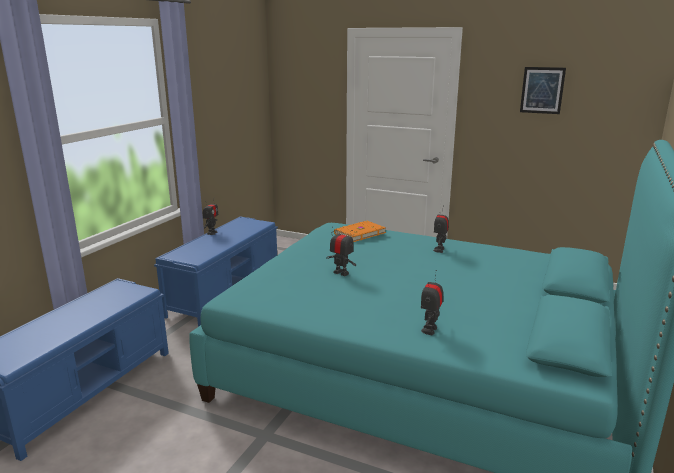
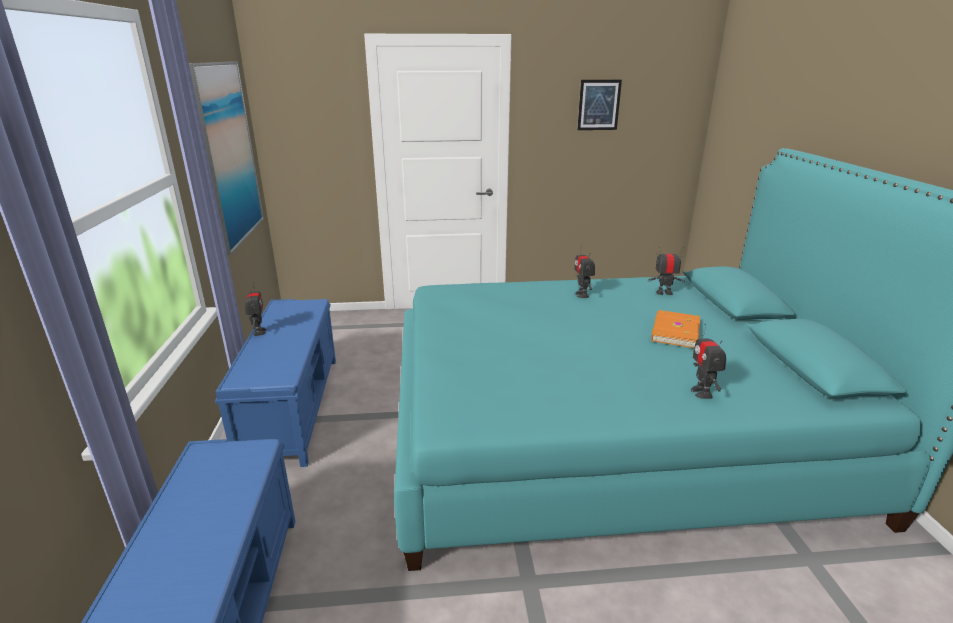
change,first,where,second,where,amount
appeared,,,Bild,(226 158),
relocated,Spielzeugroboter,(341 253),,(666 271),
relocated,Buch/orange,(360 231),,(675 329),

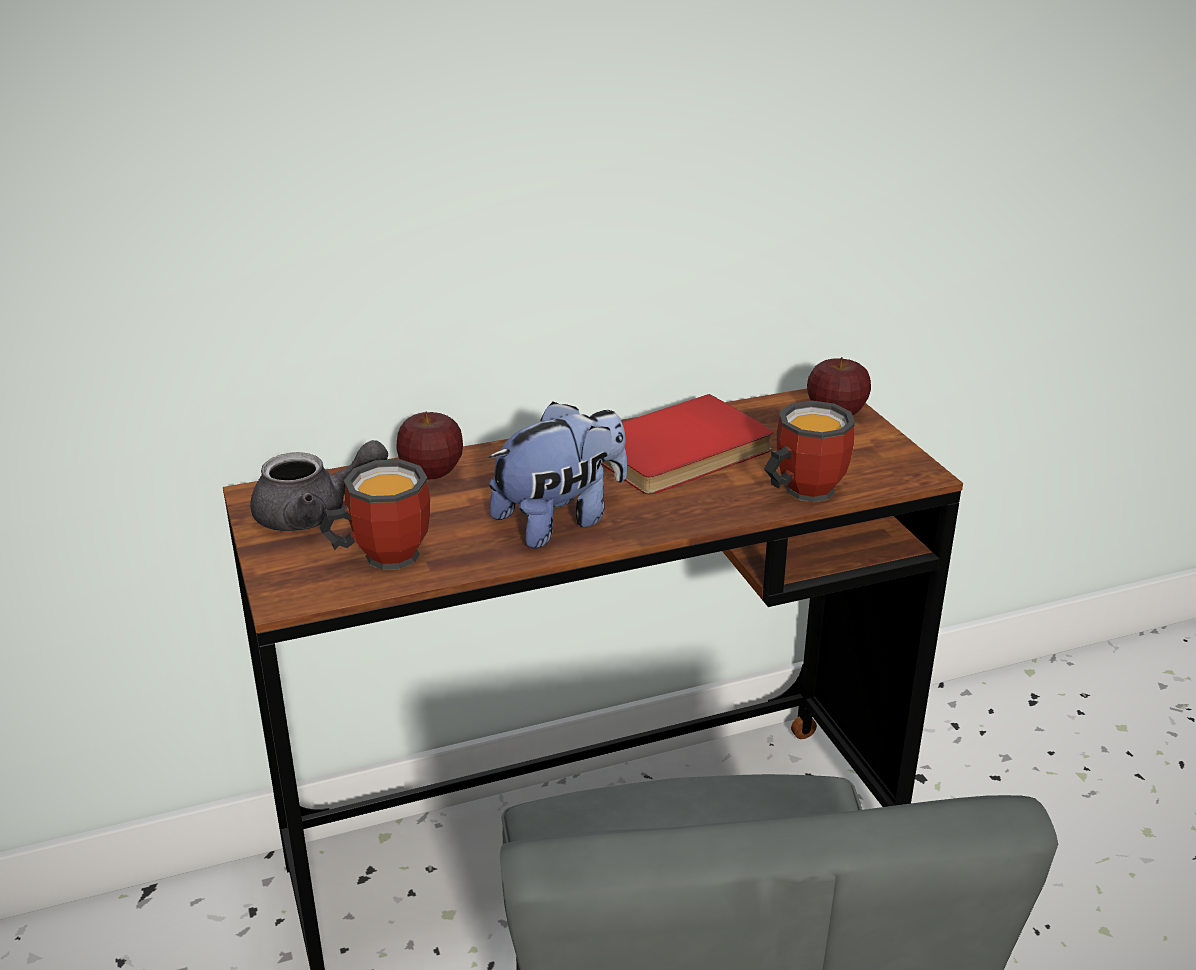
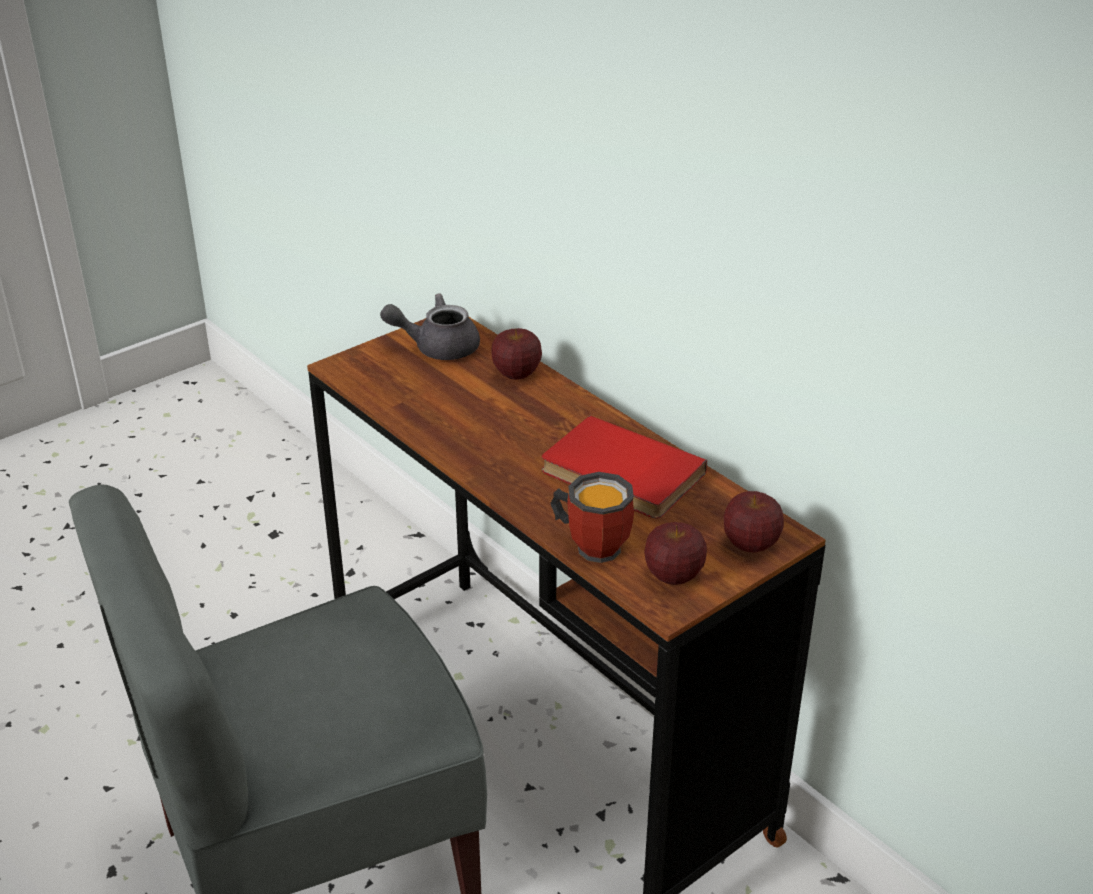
change,first,where,second,where,amount
spun,Teekanne/grau,(319 485),,(430 326),120 degrees clockwise
appeared,,,Apfel,(675 553),
missing,Henkelbecher,(375 514),,,
missing,Plüschtier,(557 474),,,

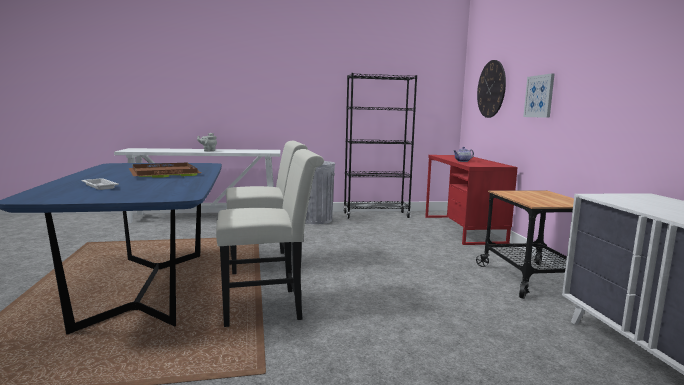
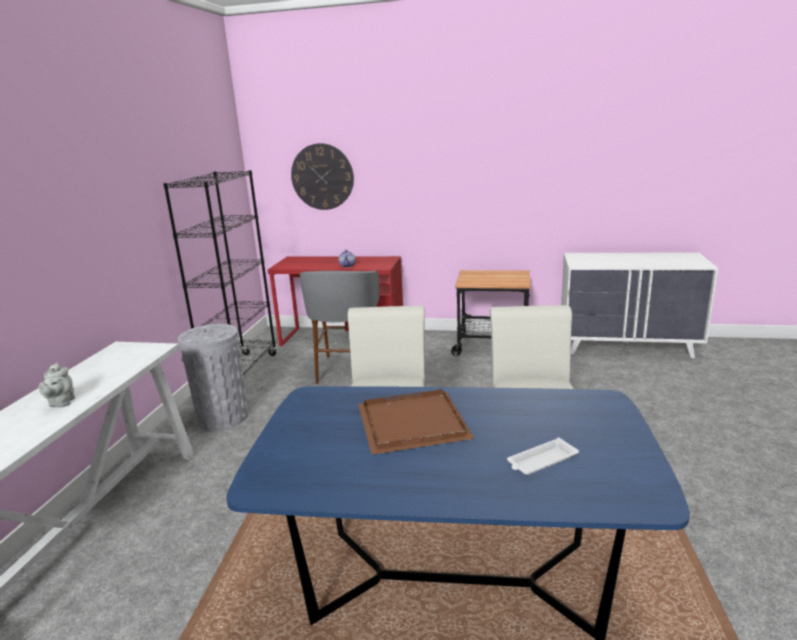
change,first,where,second,where,amount
appeared,,,Hocker/grau,(339 327),
missing,Bild,(538 95),,,

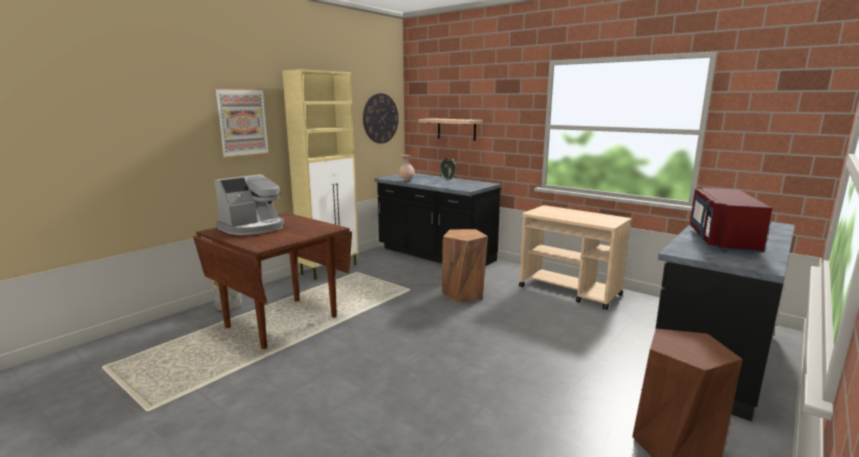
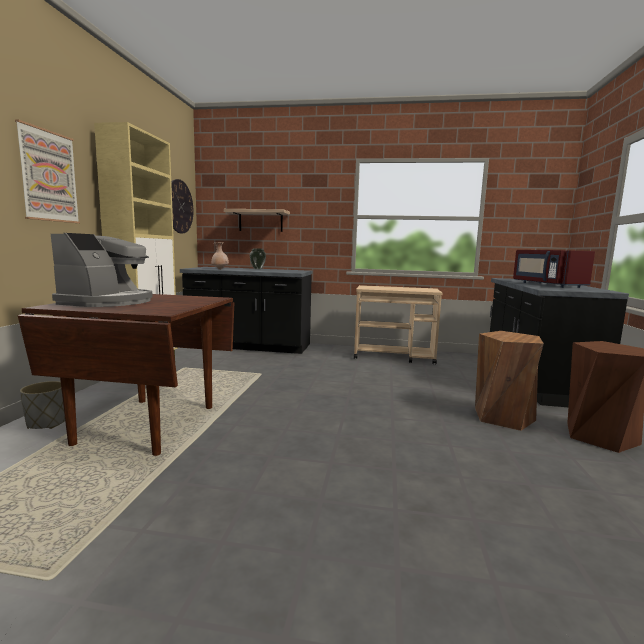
change,first,where,second,where,amount
relocated,Hocker/braun,(465 265),,(509 381),

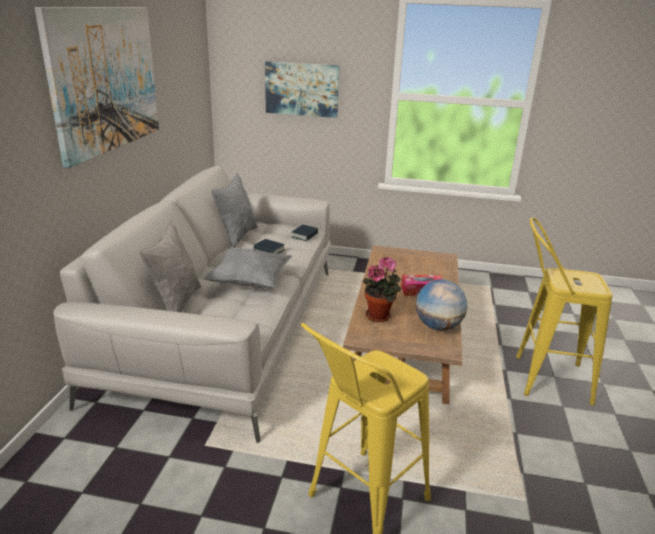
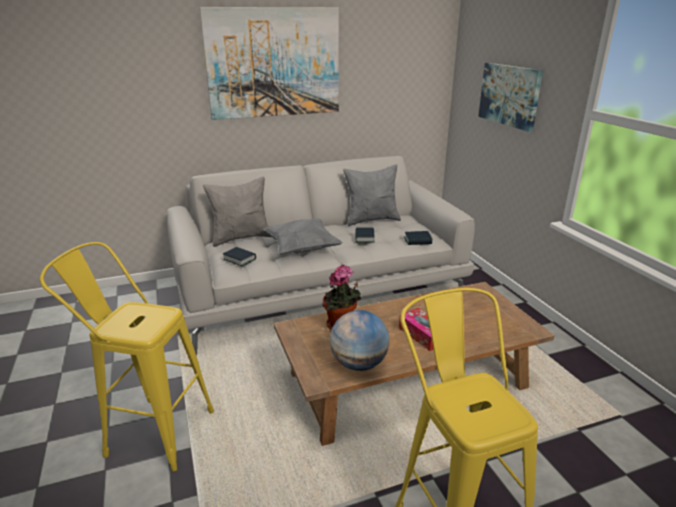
change,first,where,second,where,amount
appeared,,,Buch,(239 256),

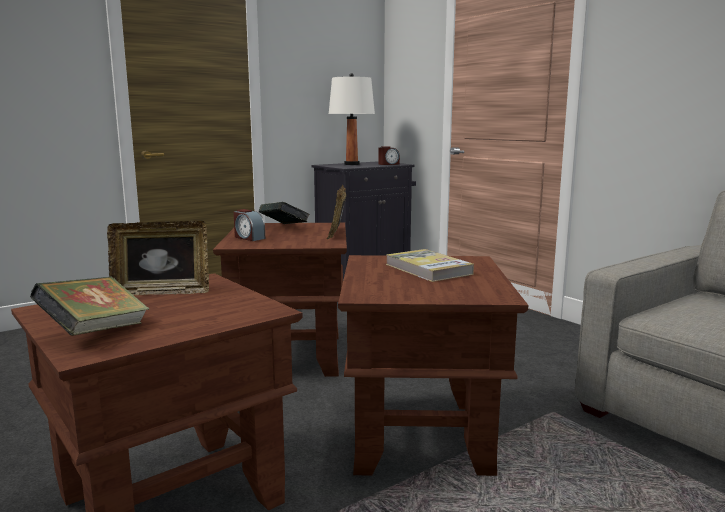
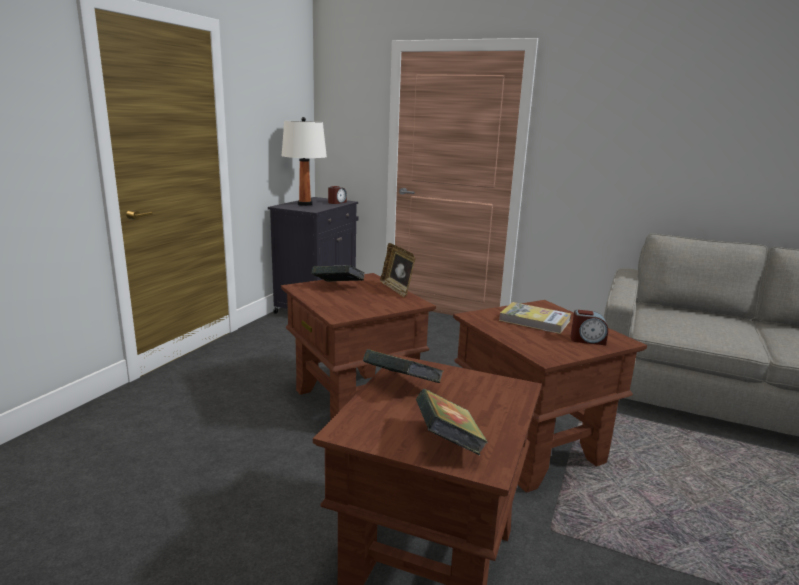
change,first,where,second,where,amount
exchanged,Bilderrahmen,(158 258),Buch,(403 366),
relocated,Wecker,(249 225),,(589 327),

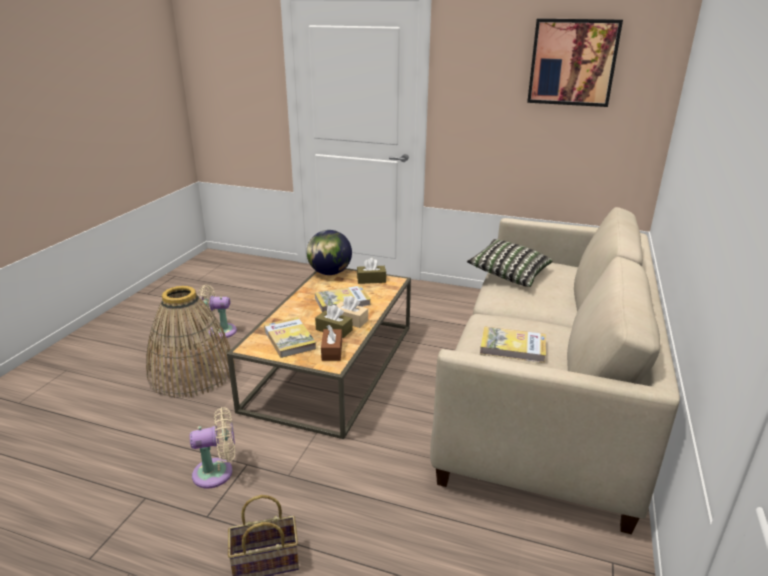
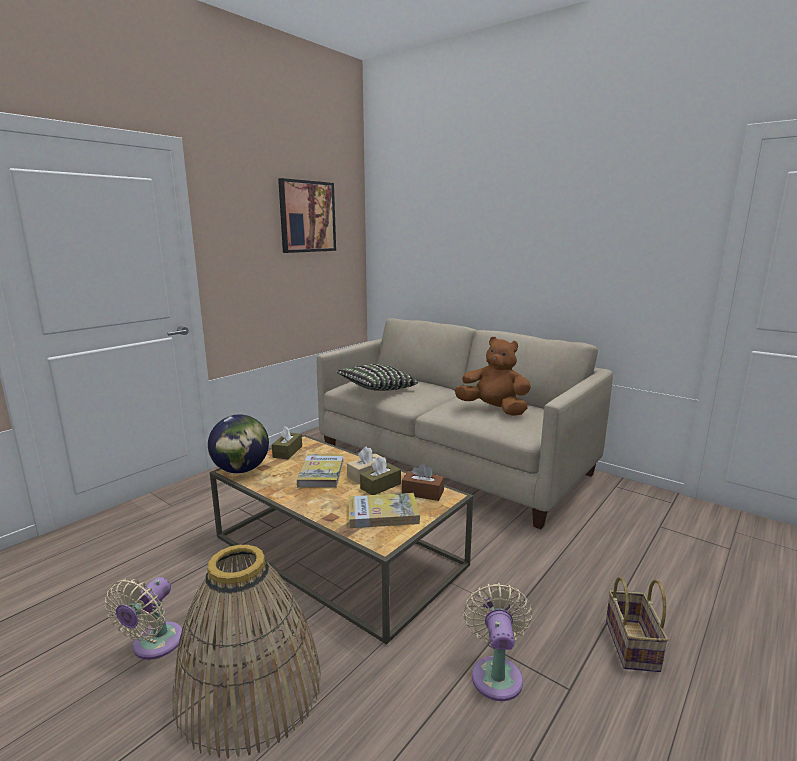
change,first,where,second,where,amount
exchanged,Buch,(513 345),Plüschtier/braun,(493 376),

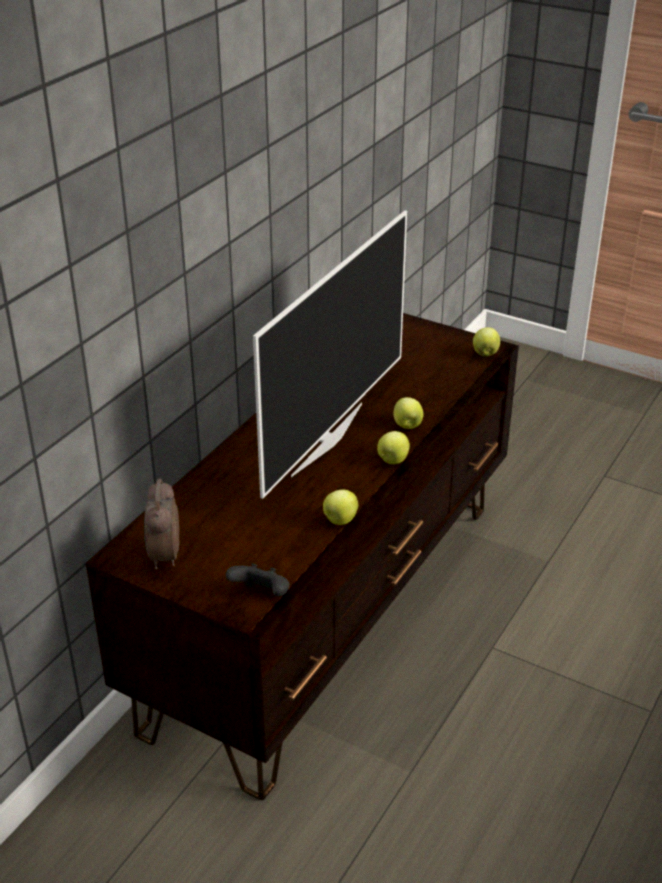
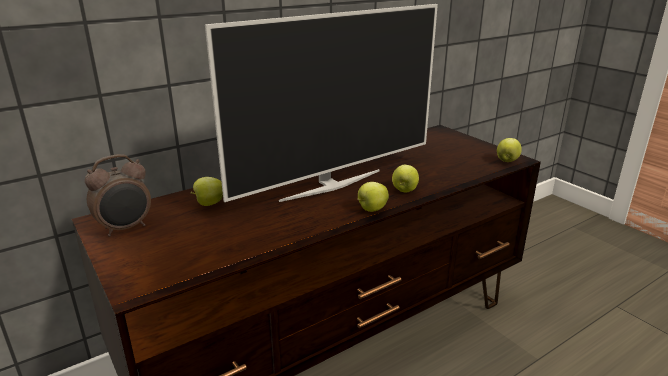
change,first,where,second,where,amount
spun,Wecker,(161 523),,(118 195),150 degrees counterclockwise
relocated,Apfel,(341 507),,(207 191),
missing,Gamepad/schwarz,(258 579),,,

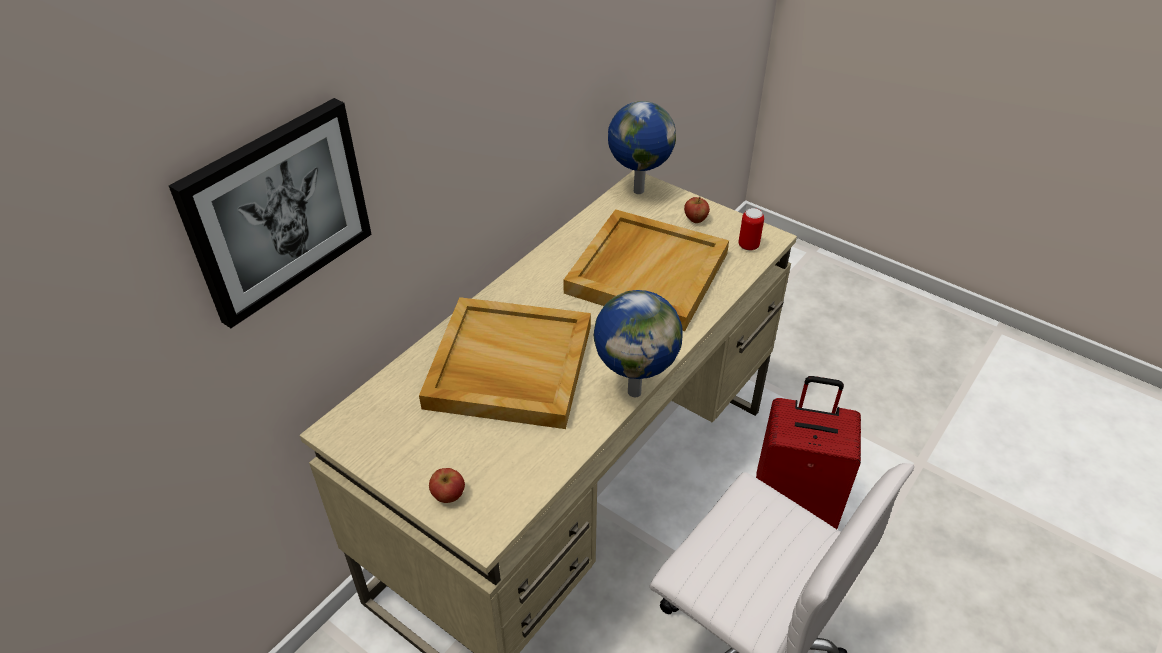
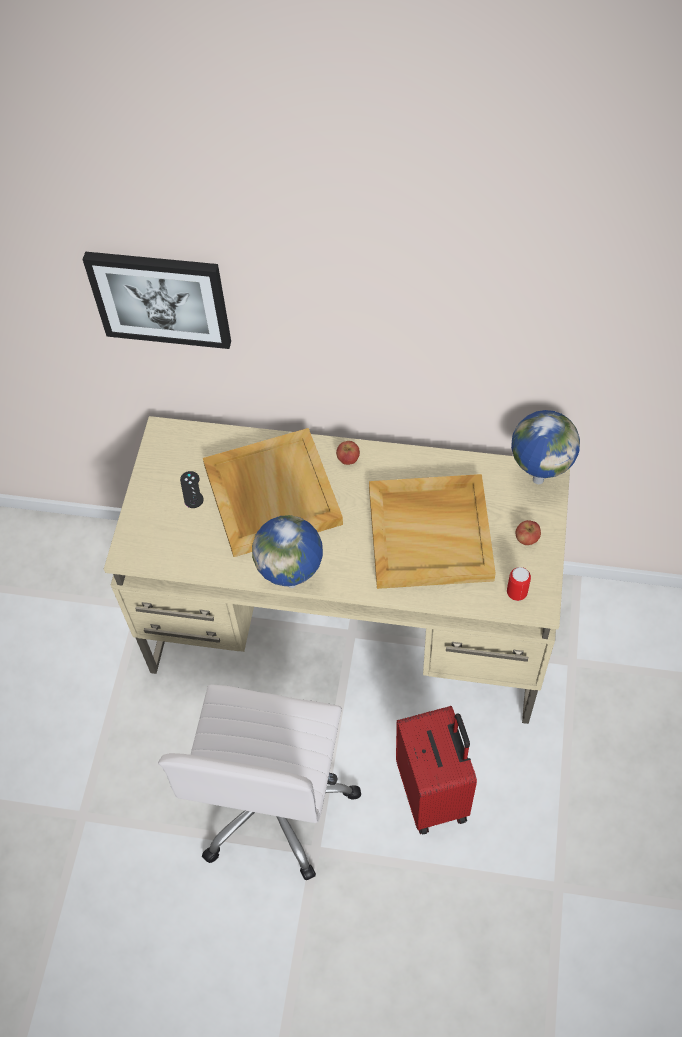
change,first,where,second,where,amount
appeared,,,Gamepad/schwarz,(192 489),
relocated,Apfel,(447 485),,(348 453),

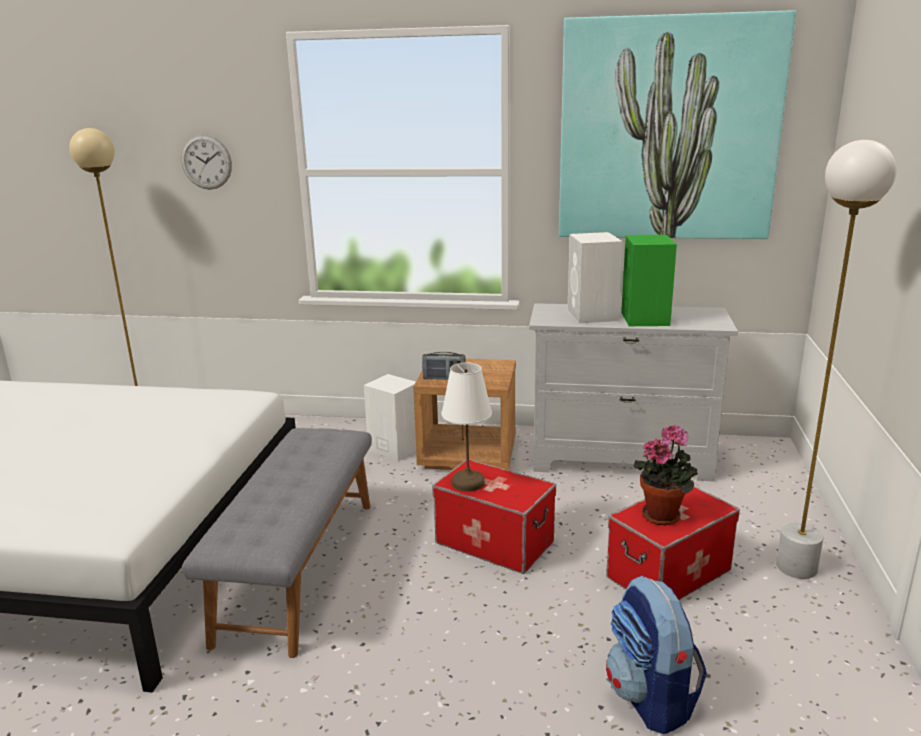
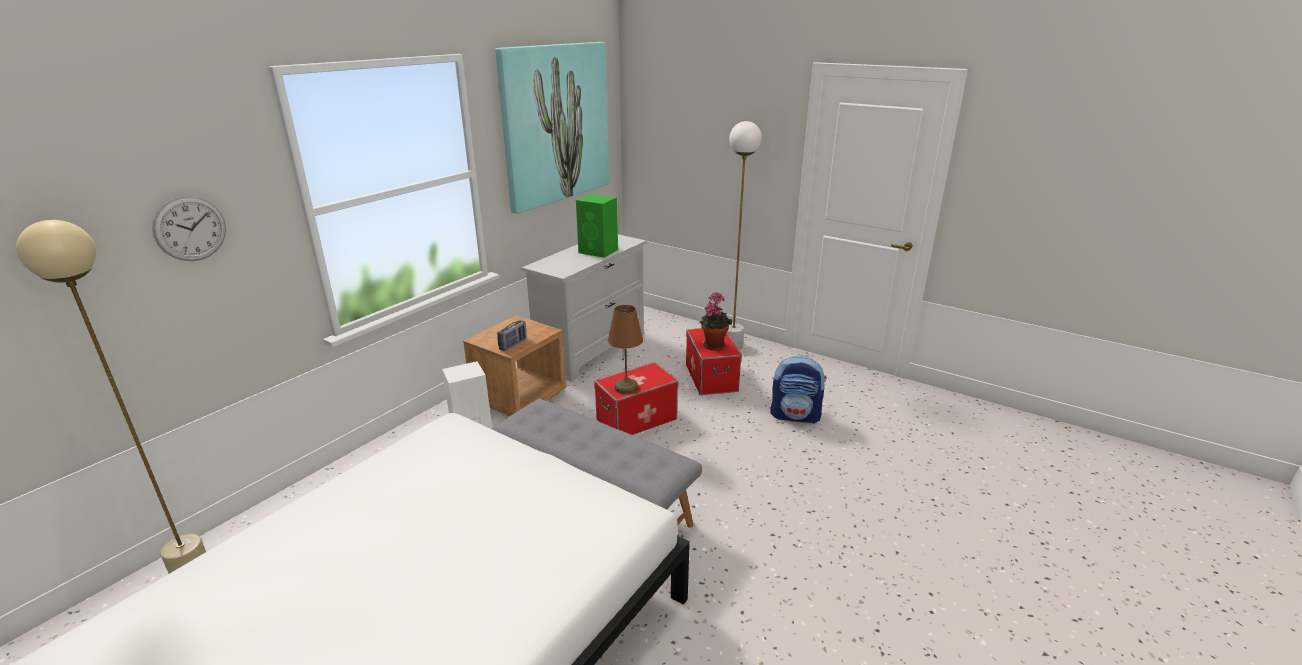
change,first,where,second,where,amount
colour,Tischlampe/weiß,(467 427),Tischlampe/braun,(625 349),
missing,Lautsprecher/weiß,(595 277),,,

